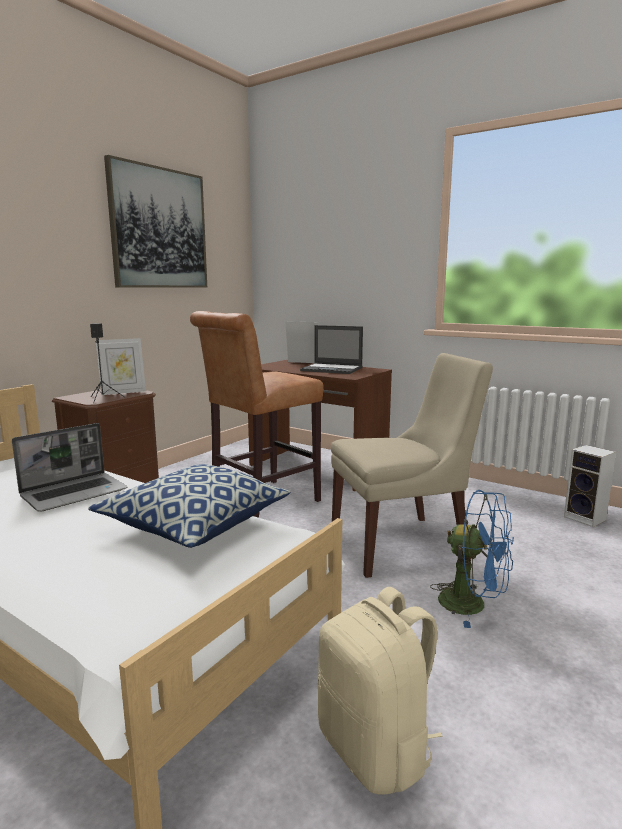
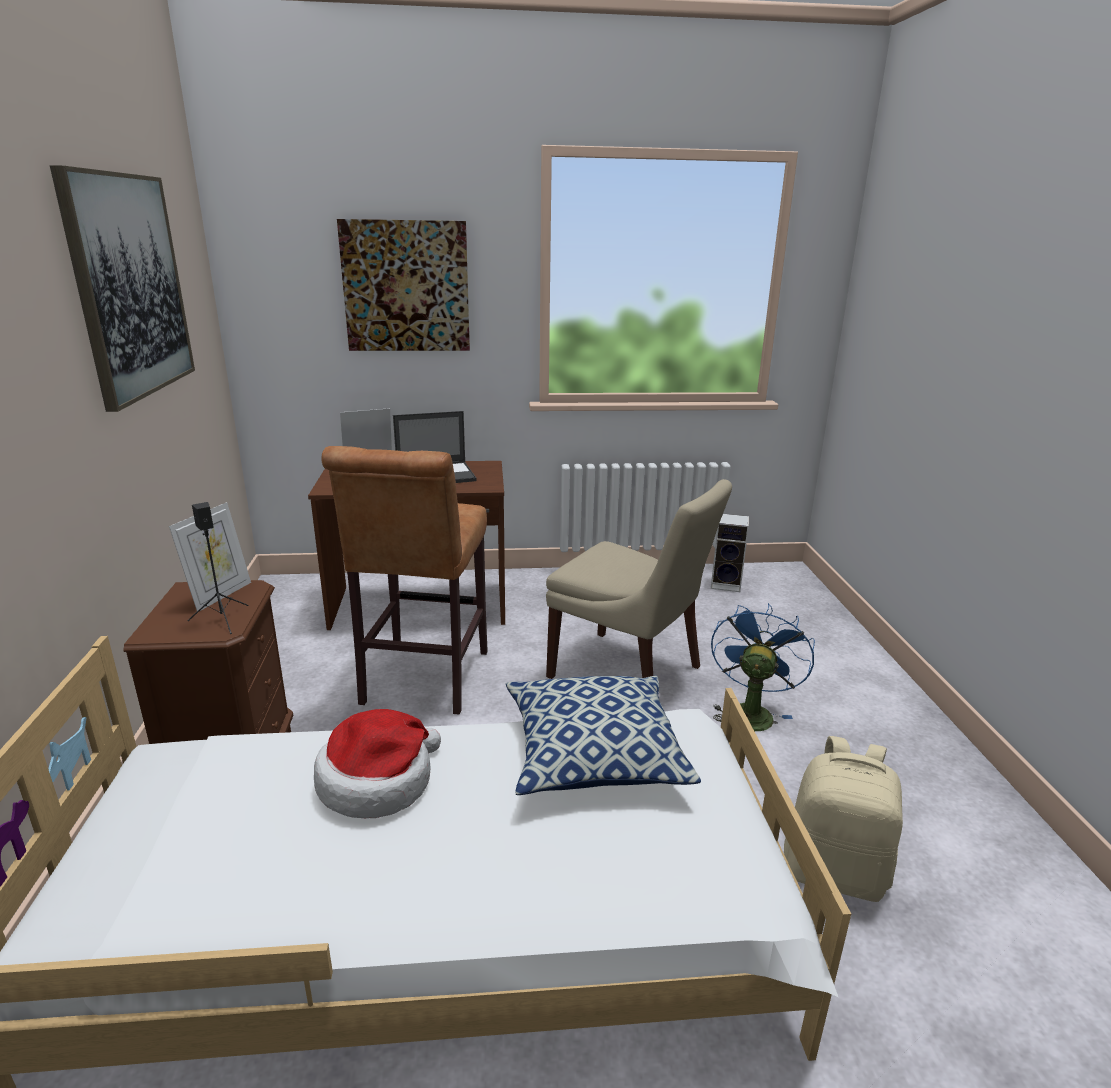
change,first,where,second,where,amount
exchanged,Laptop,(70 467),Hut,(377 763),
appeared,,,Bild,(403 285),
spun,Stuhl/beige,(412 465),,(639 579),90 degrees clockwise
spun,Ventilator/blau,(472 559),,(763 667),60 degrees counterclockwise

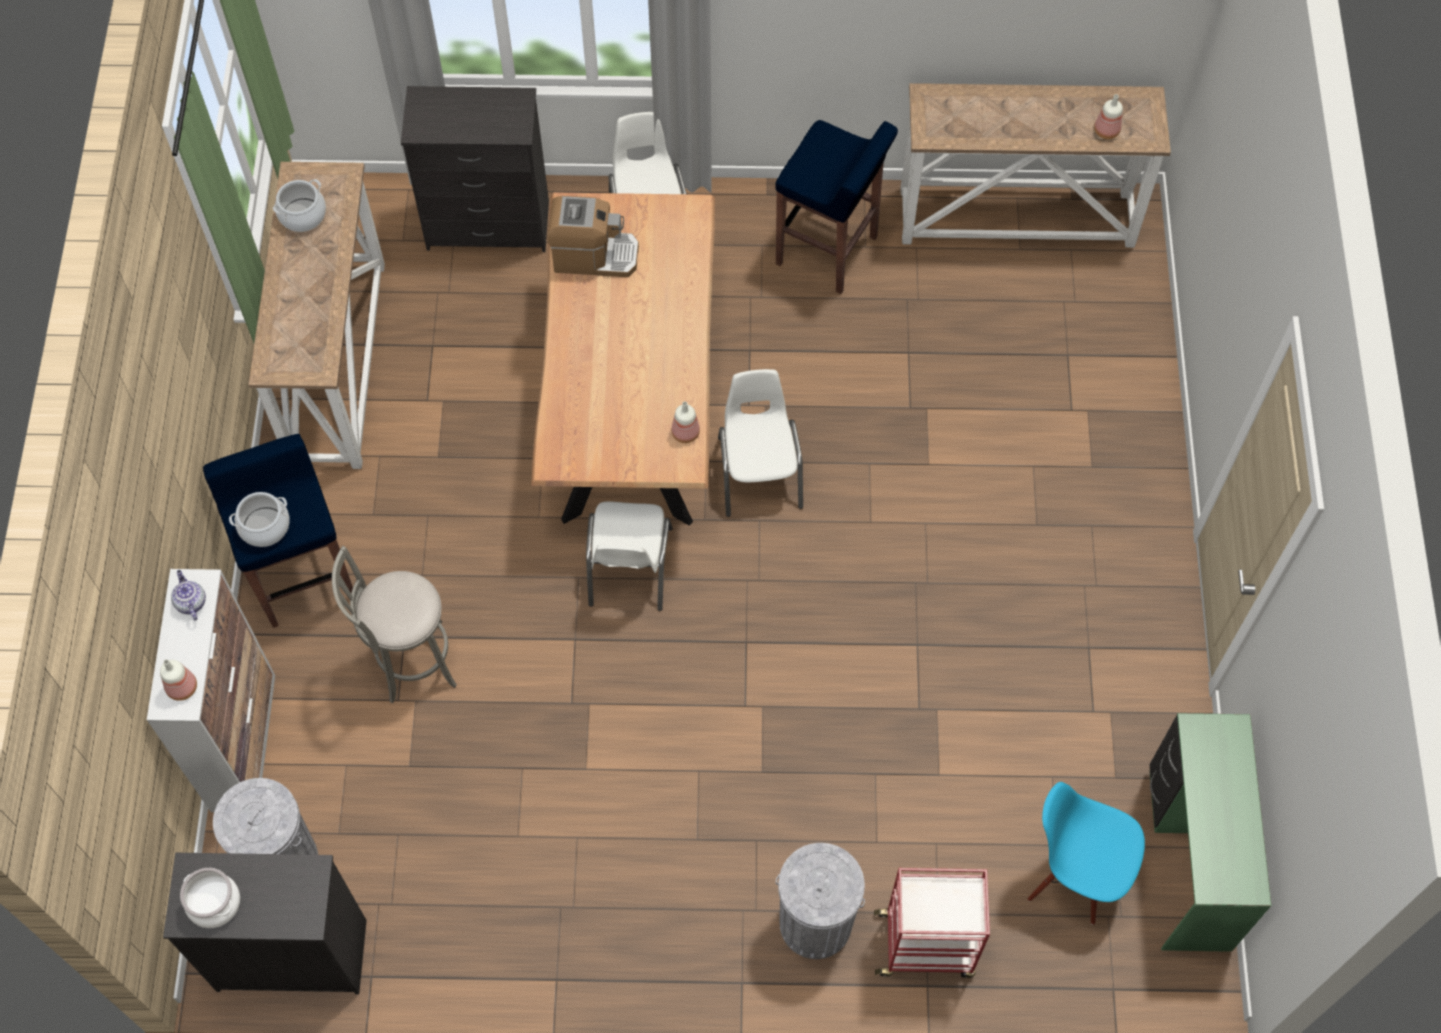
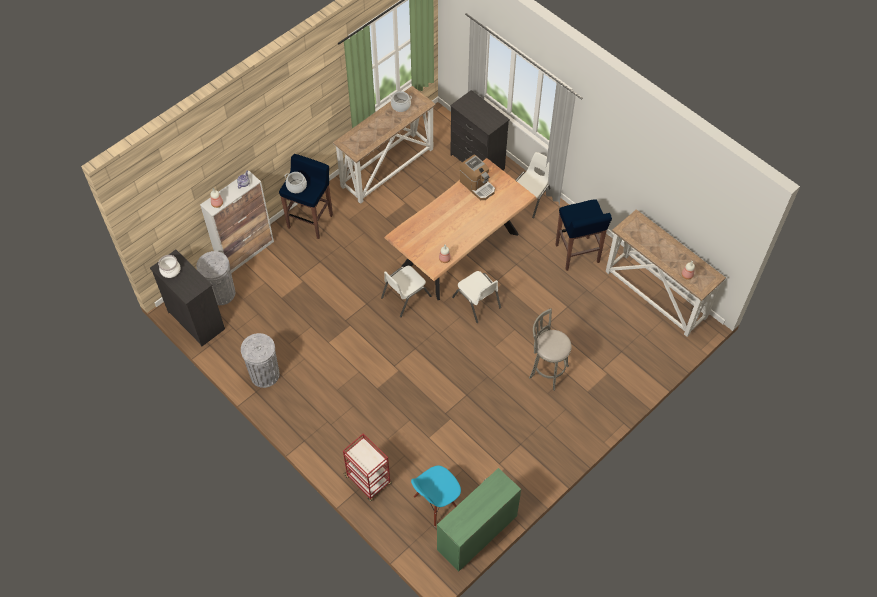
change,first,where,second,where,amount
relocated,Mülleimer/grau,(820 901),,(260 360),
spun,Stuhl/blau,(1086 853),,(436 496),105 degrees counterclockwise
spun,Stuhl/weiß,(760 443),,(476 297),105 degrees clockwise
relocated,Hocker/grau,(394 624),,(550 350),

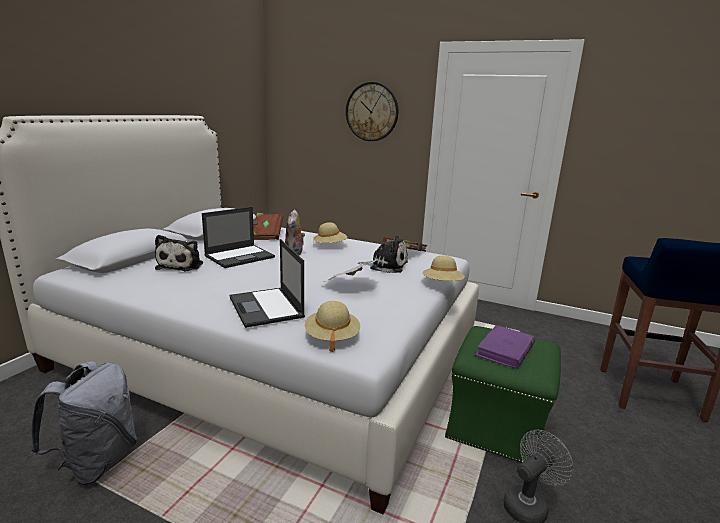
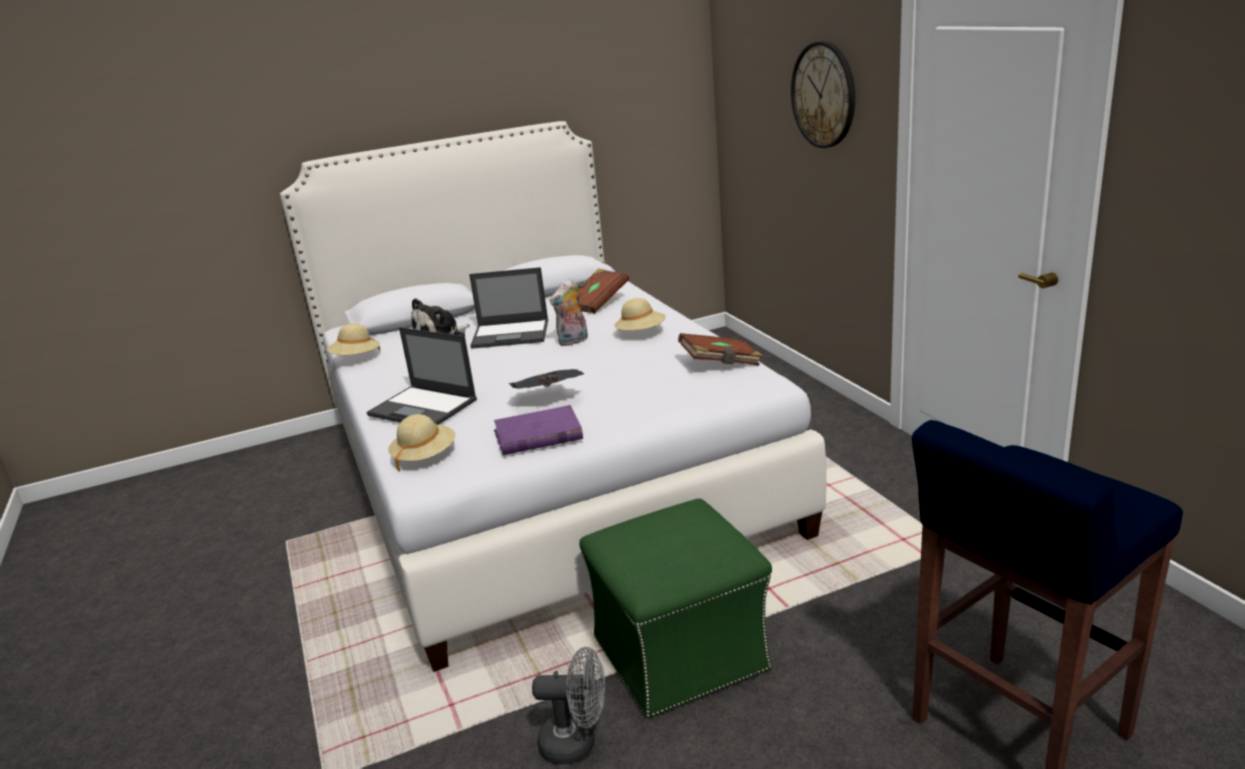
change,first,where,second,where,amount
relocated,Hut/beige,(443 268),,(353 339),
spun,Laptop,(267 283),,(422 376),75 degrees counterclockwise
relocated,Buch/lila,(505 347),,(538 430),
missing,Rucksack/grau,(84 423),,,
missing,Plüschtier,(383 254),,,

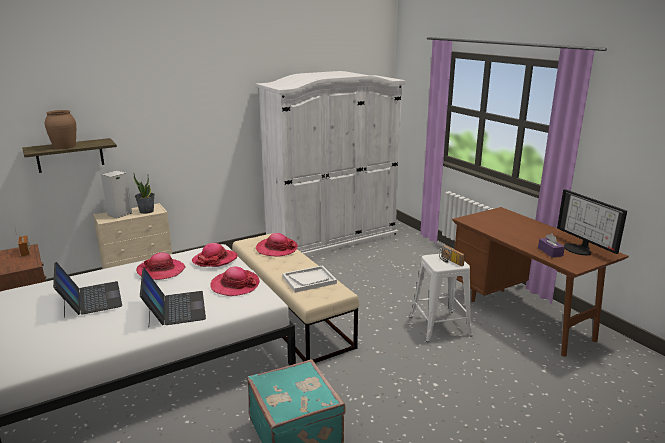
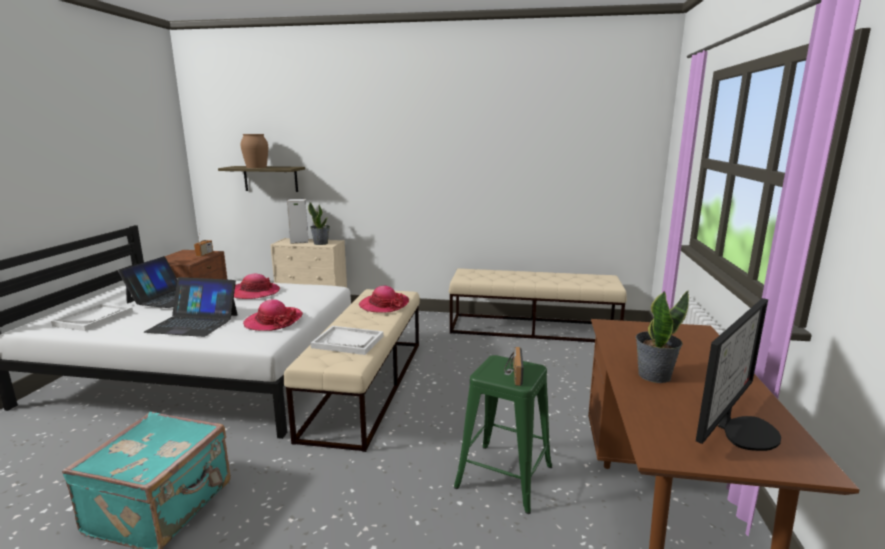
change,first,where,second,where,amount
appeared,,,Tablett/weiß,(92 317),
spun,Laptop,(173 297),,(191 307),75 degrees clockwise
exchanged,Kleiderschrank/weiß,(330 164),Bank/beige,(537 305),
colour,Hocker/weiß,(441 297),Hocker/grün,(503 434),
appeared,,,Topfpflanze,(662 336),
spun,Monitor,(592 222),,(738 374),150 degrees counterclockwise
missing,Hut,(215 255),,,
missing,Taschentuchbox/lila,(551 245),,,

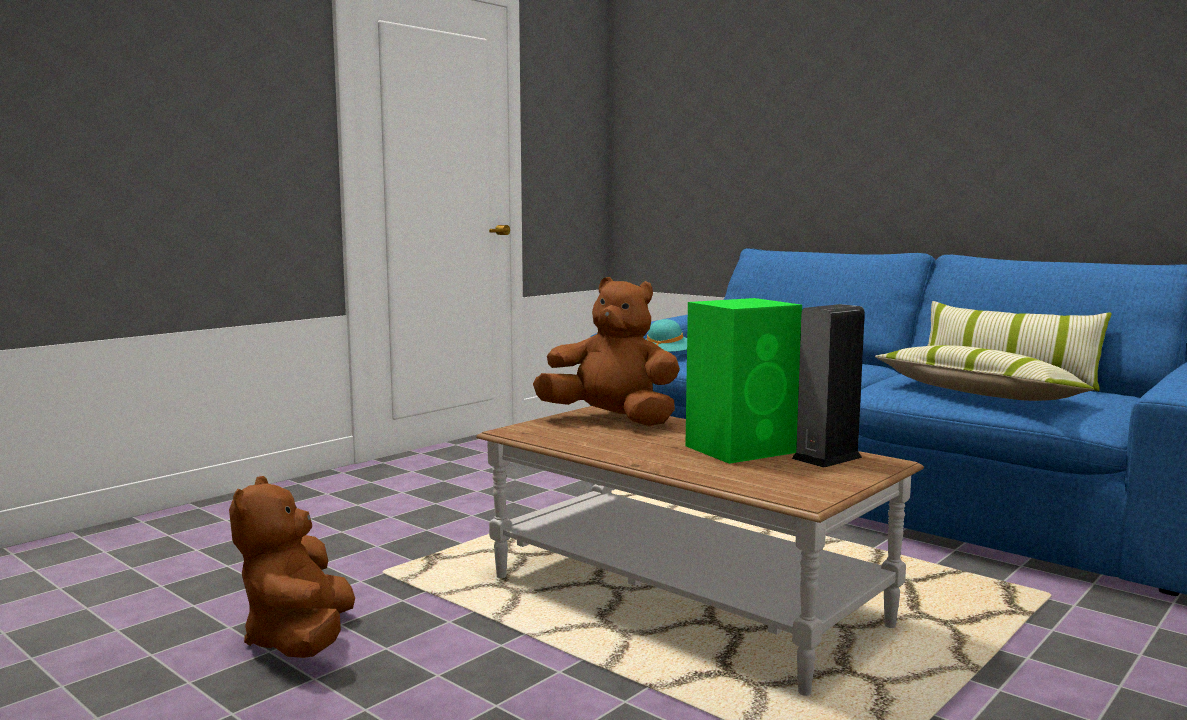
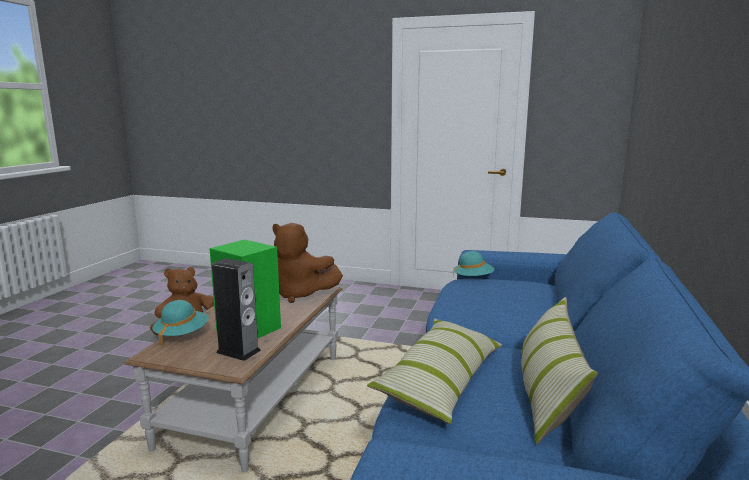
change,first,where,second,where,amount
appeared,,,Hut/türkis,(180 323),
spun,Plüschtier/braun,(606 351),,(307 263),105 degrees clockwise

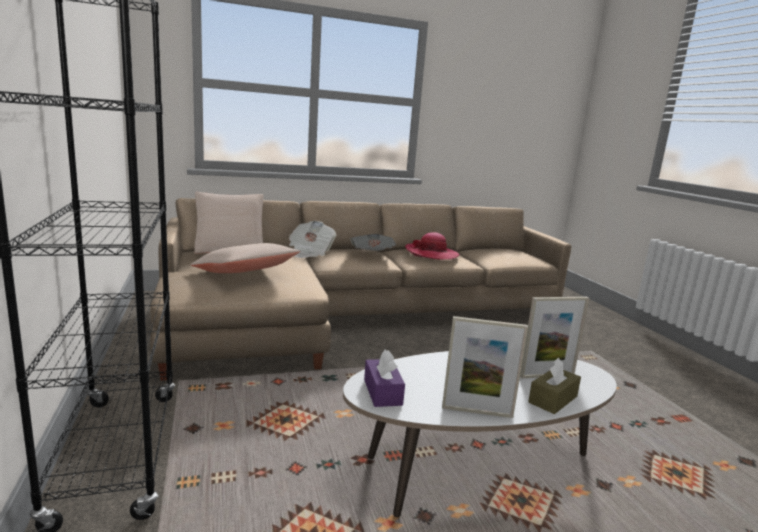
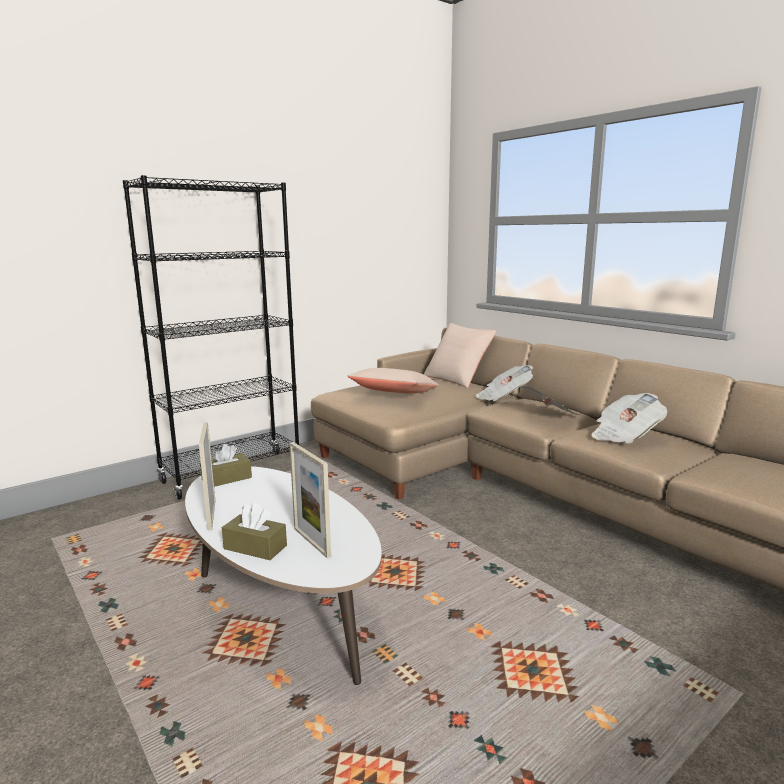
change,first,where,second,where,amount
colour,Taschentuchbox/lila,(384 378),Taschentuchbox/braun,(226 465),
exchanged,Hut,(432 246),Zeitung,(629 418),

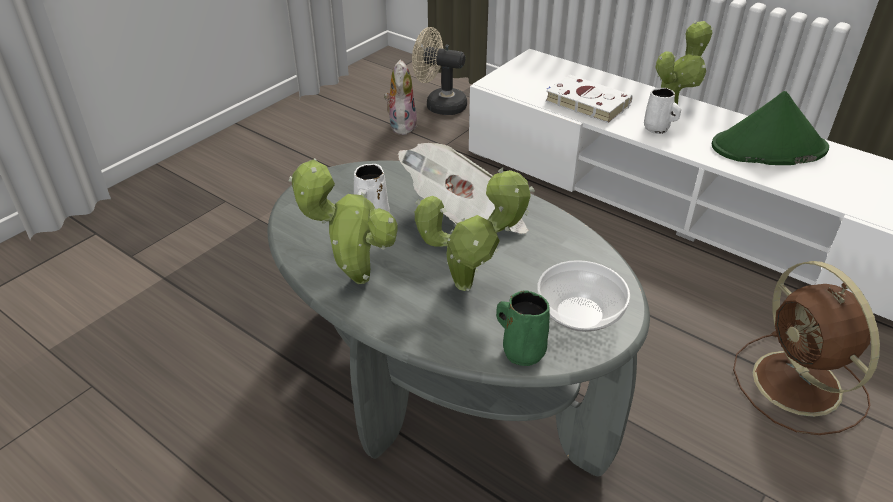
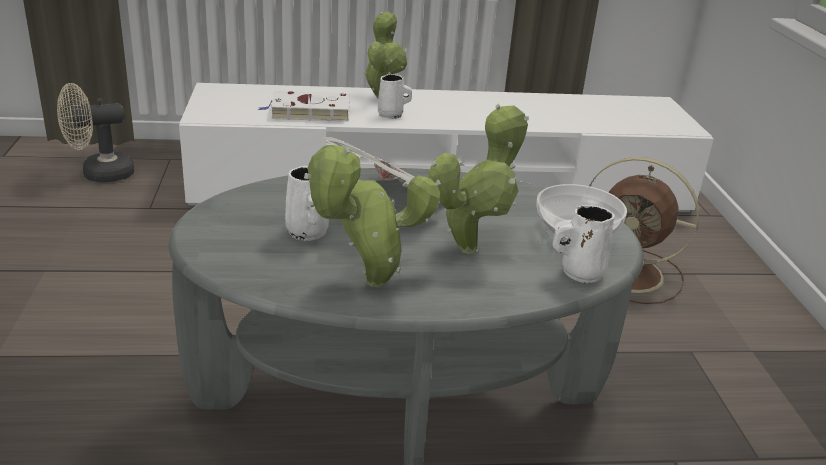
change,first,where,second,where,amount
colour,Henkelbecher/grün,(523 328),Henkelbecher/weiß,(583 244),
missing,Plüschtier,(400 97),,,
missing,Hut/grün,(770 128),,,

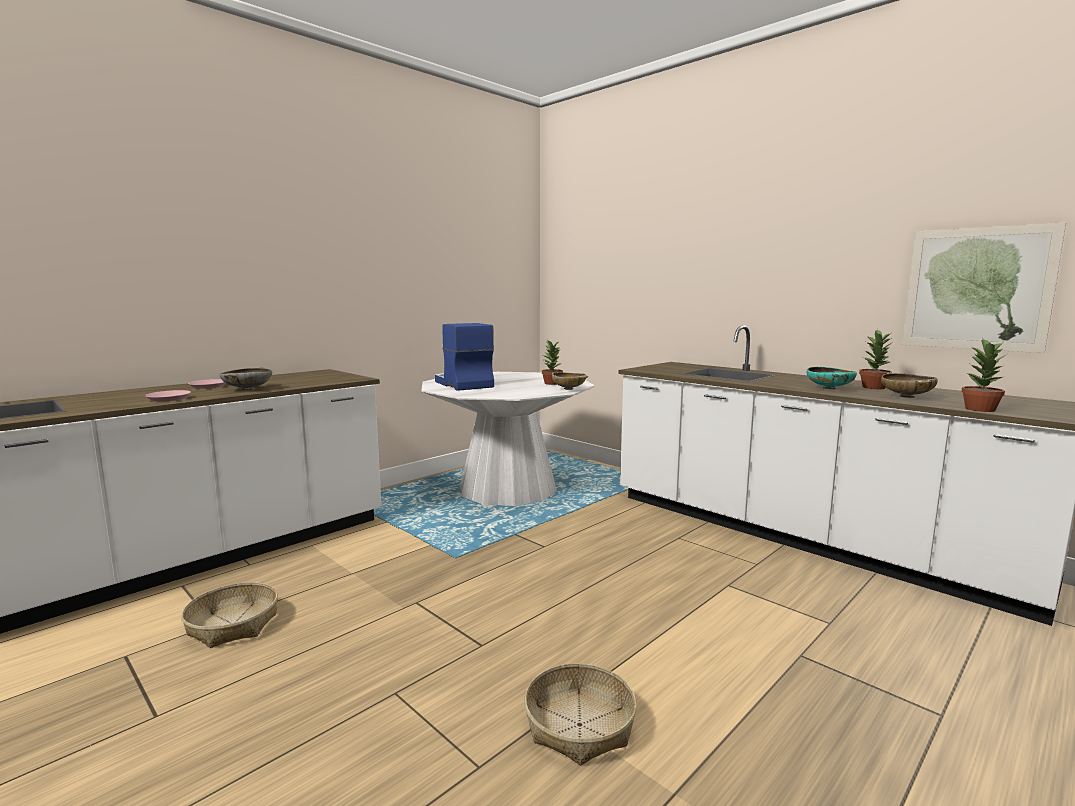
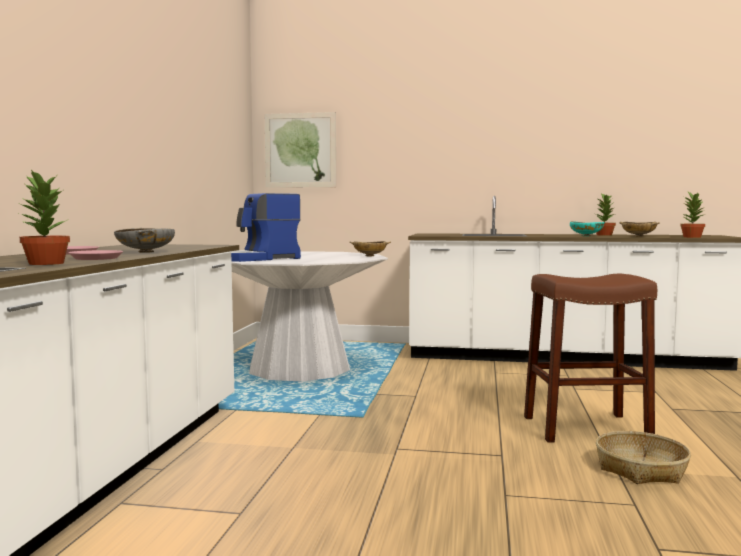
change,first,where,second,where,amount
relocated,Topfpflanze,(552 363),,(44 217),
spun,Kaffeemaschine,(464 357),,(265 227),60 degrees counterclockwise
relocated,Bild,(984 288),,(300 150),
appeared,,,Hocker/braun,(590 358),
missing,Korb,(229 615),,,

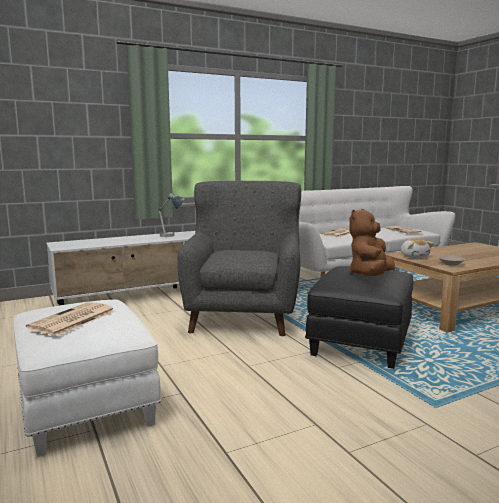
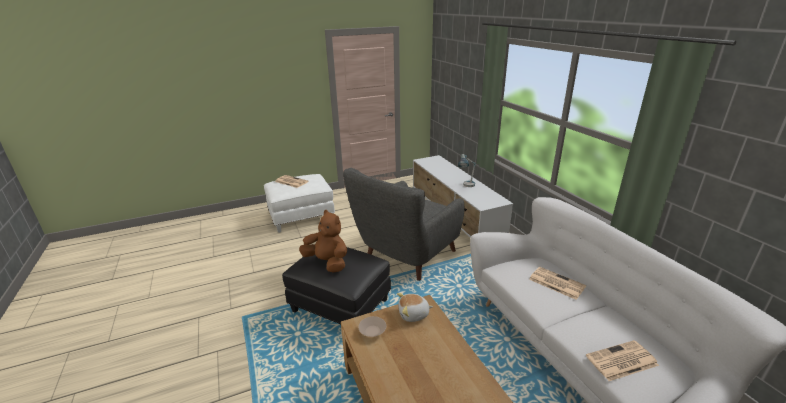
change,first,where,second,where,amount
spun,Sessel/grau,(239 258),,(403 224),120 degrees clockwise

